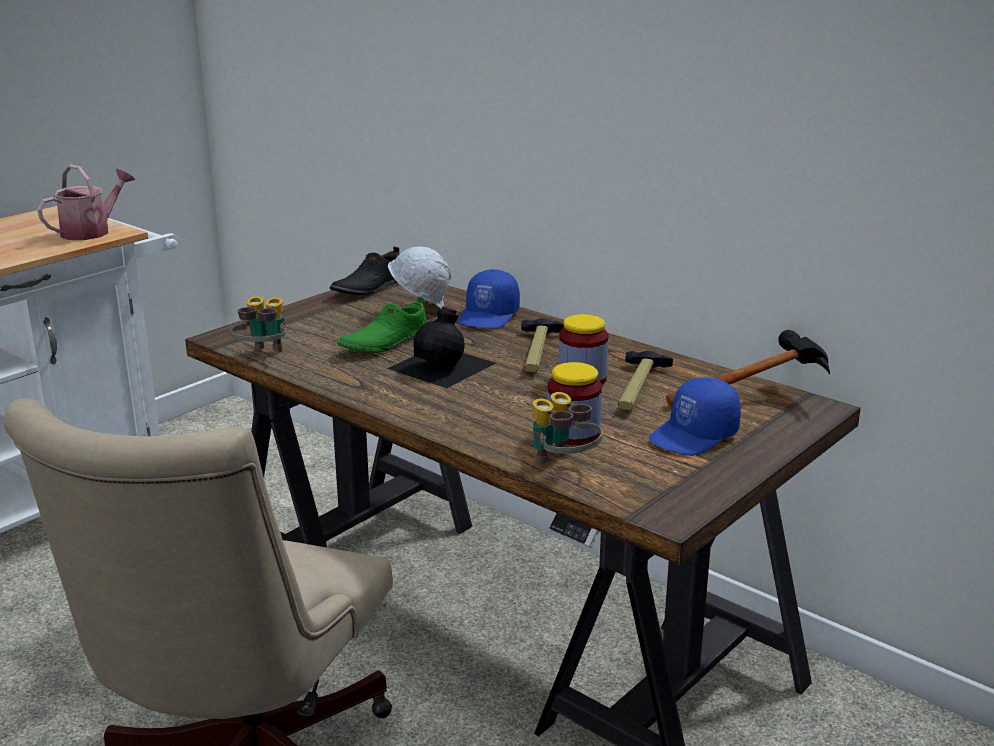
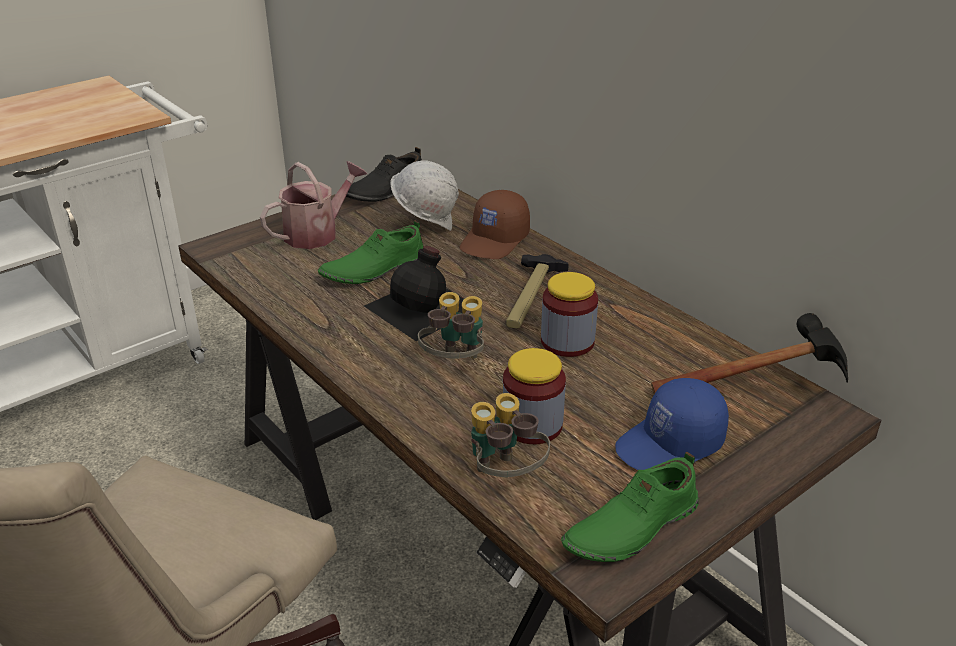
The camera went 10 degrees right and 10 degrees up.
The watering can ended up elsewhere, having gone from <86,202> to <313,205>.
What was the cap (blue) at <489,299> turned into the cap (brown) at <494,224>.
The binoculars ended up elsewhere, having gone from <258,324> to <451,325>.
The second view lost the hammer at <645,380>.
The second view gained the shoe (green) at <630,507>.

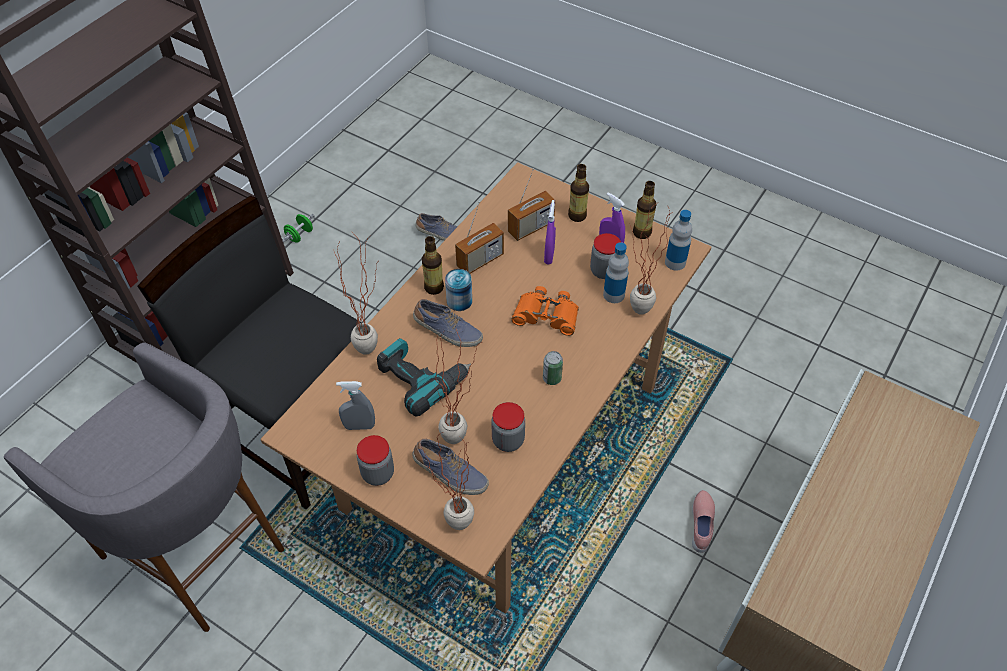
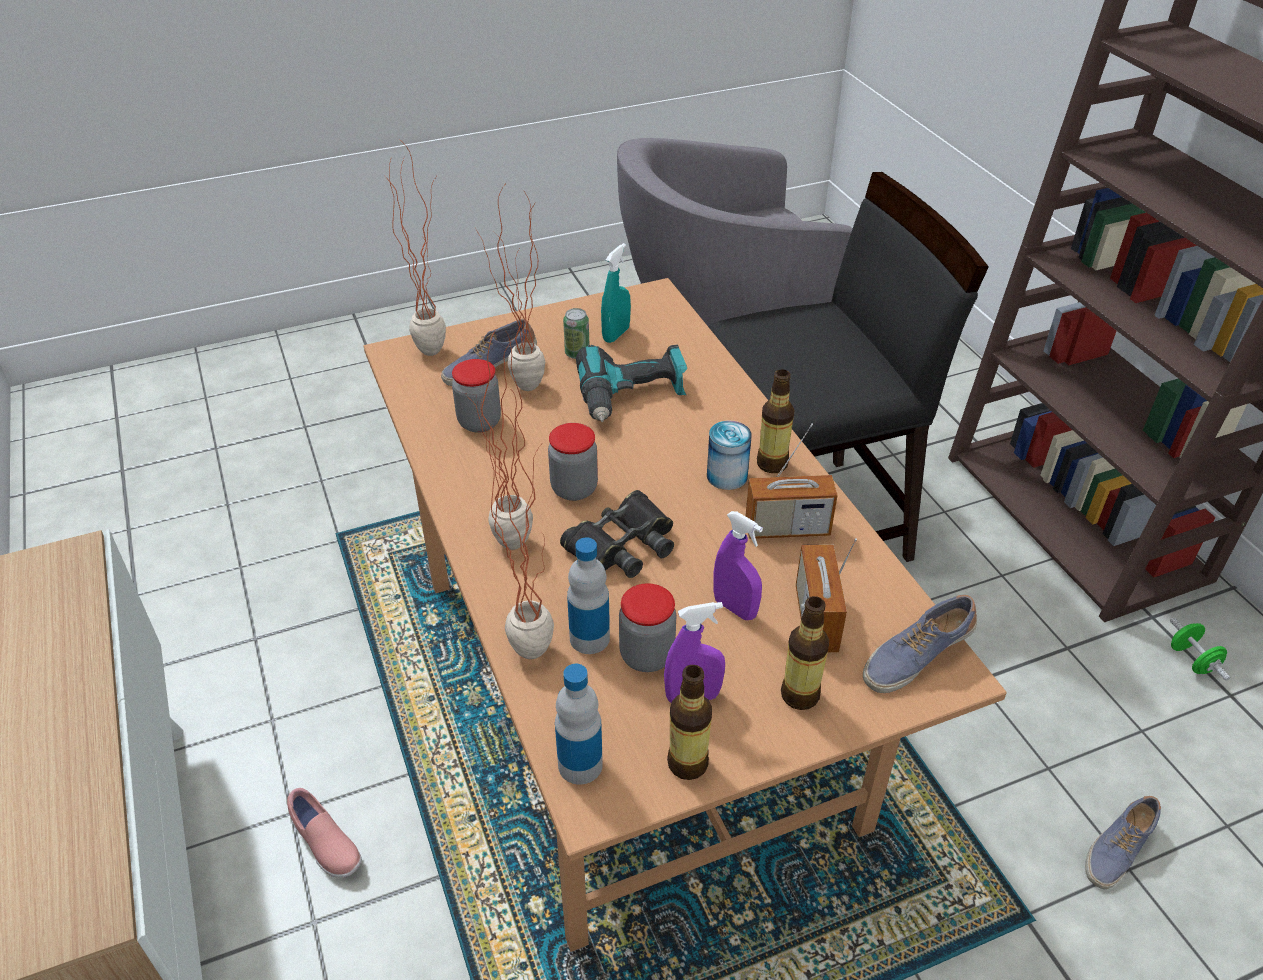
The camera went 125 degrees right and 10 degrees down.
The radio at <479,237> ended up facing another way, 90 degrees counterclockwise from before.
The potted plant ended up elsewhere, having gone from <356,293> to <499,439>.
What was the binoculars (orange) at <545,311> turned into the binoculars (black) at <617,534>.
The shoe ended up elsewhere, having gone from <448,323> to <920,644>.
The can ended up elsewhere, having gone from <553,368> to <576,333>.
What was the spray bottle (grey) at <355,405> turned into the spray bottle (turquoise) at <616,293>.
The jar ended up elsewhere, having gone from <375,460> to <573,462>.

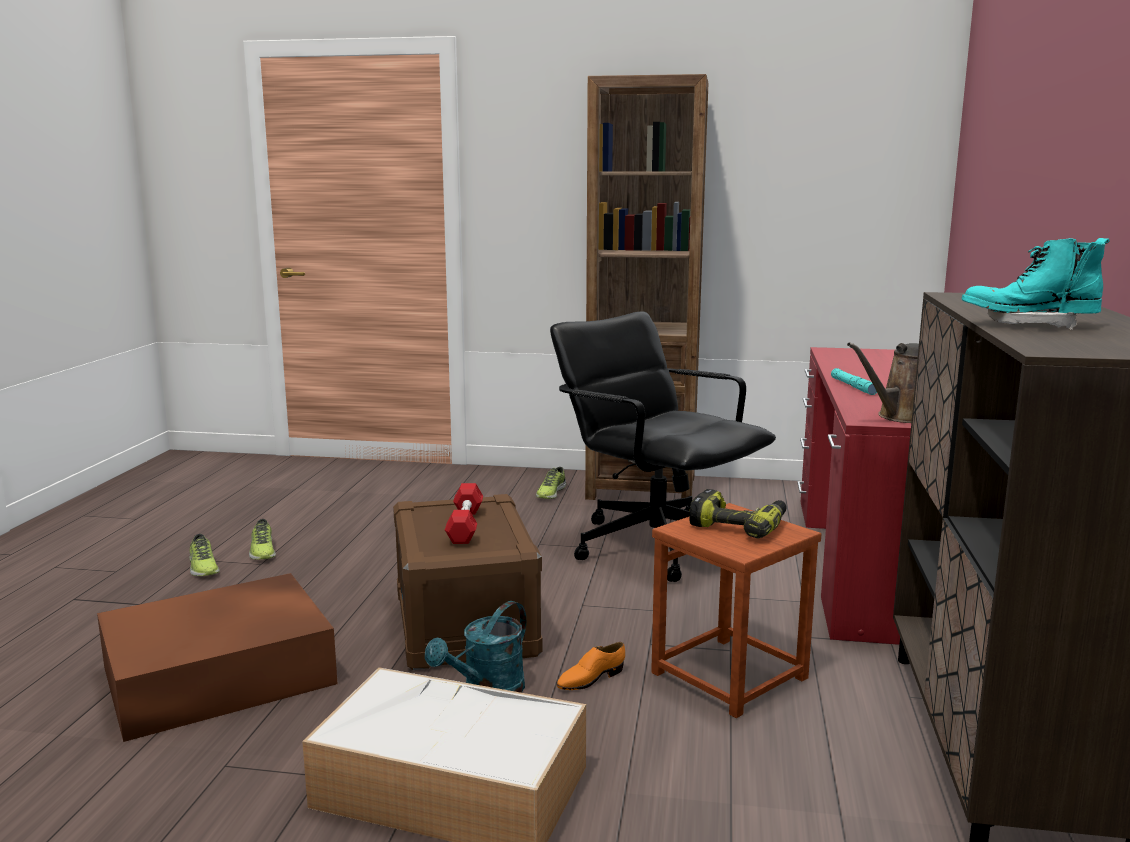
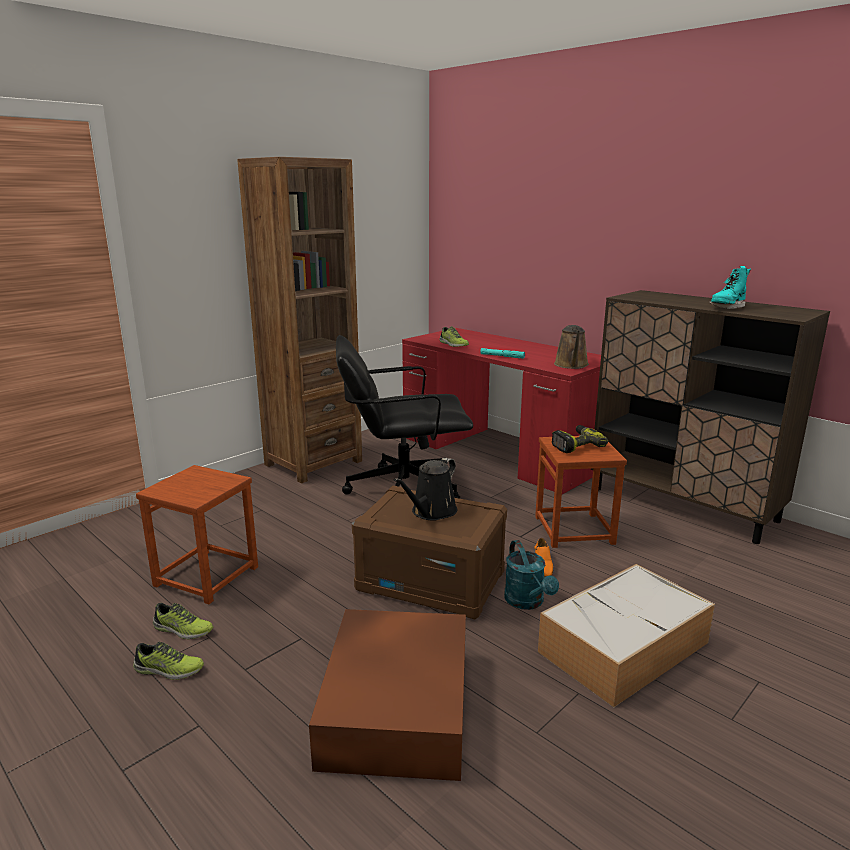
The camera went 55 degrees left and 5 degrees up.
The shoe ended up elsewhere, having gone from <551,483> to <454,336>.
Where the dumbbell (red) stood at <464,513>, the watering can (black) came to stand at <425,489>.
The second view gained the stool (brown) at <197,534>.

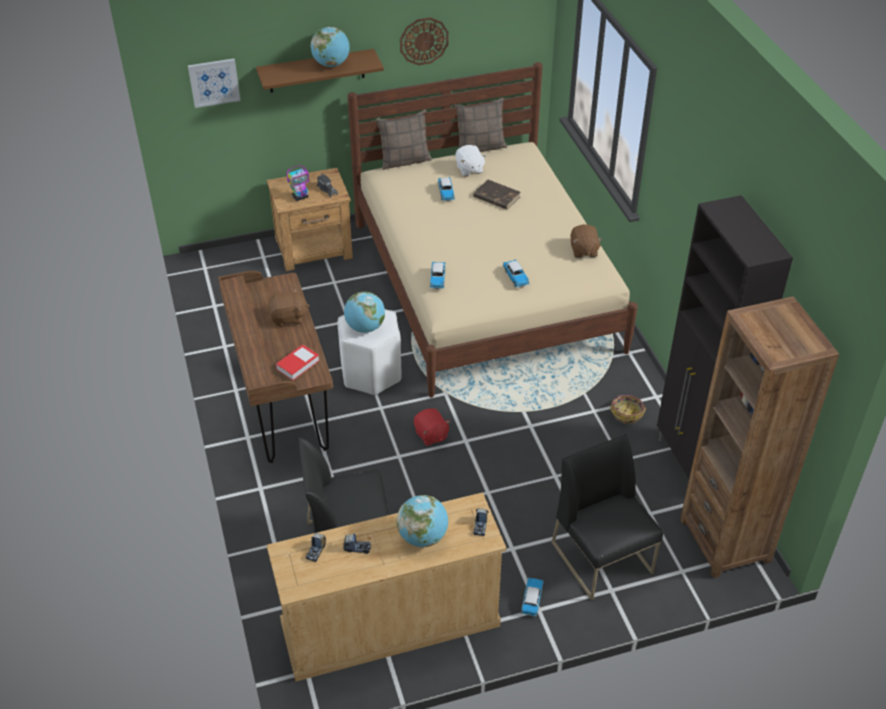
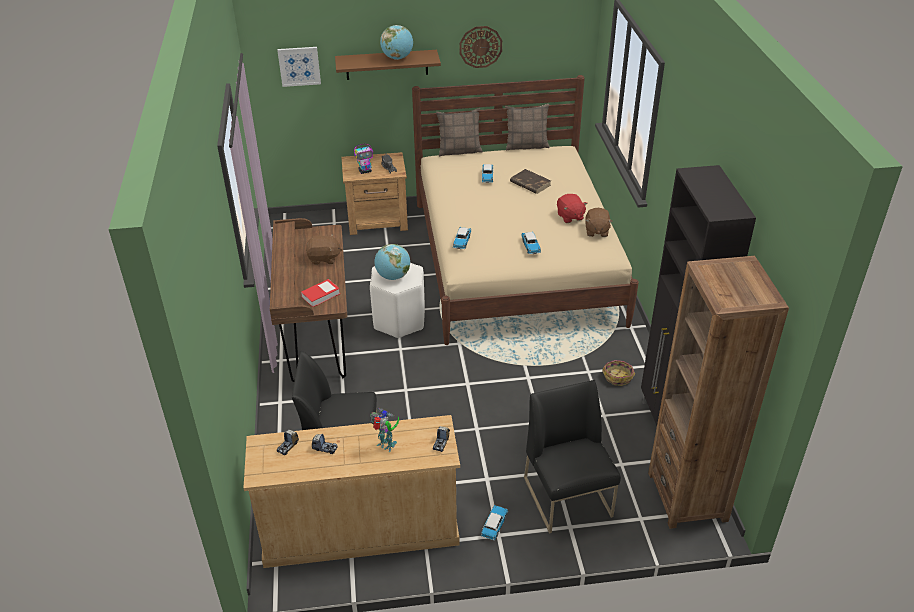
The camera went 10 degrees right and 5 degrees down.
The second view lost the plush toy (white) at <470,161>.
The plush toy (red) ended up elsewhere, having gone from <432,427> to <572,208>.
Where the globe stood at <422,521>, the toy robot came to stand at <384,430>.

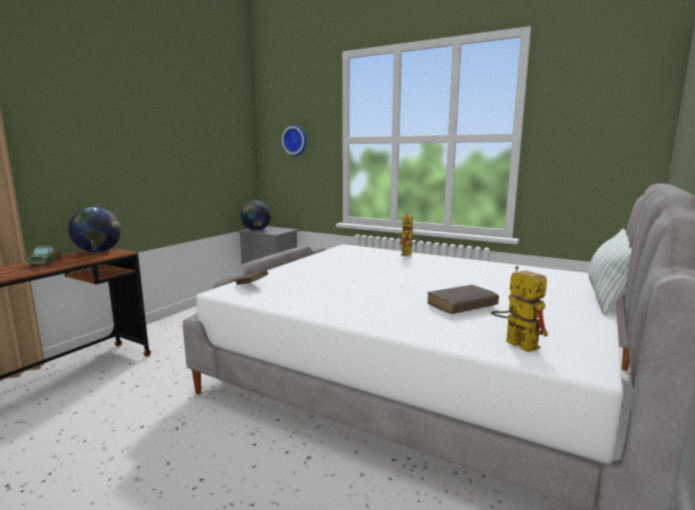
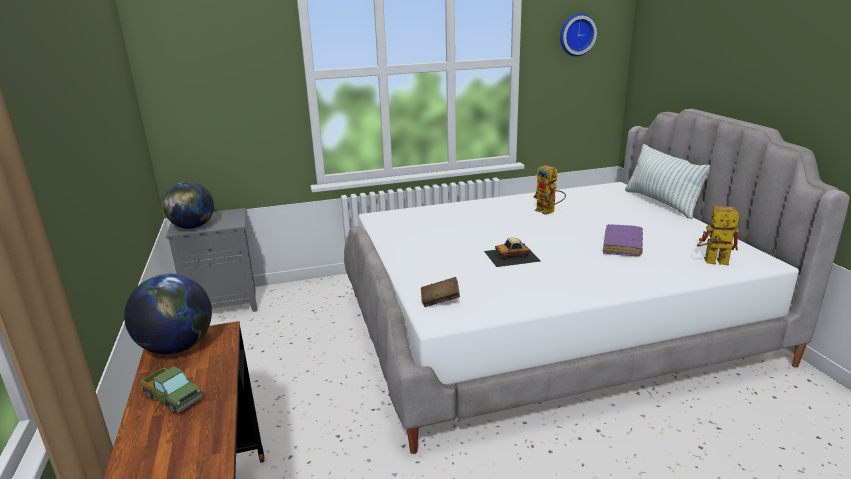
The camera went 45 degrees left and 10 degrees up.
The wall clock ended up elsewhere, having gone from <294,140> to <578,35>.
The toy robot ended up elsewhere, having gone from <408,235> to <549,190>.
What was the book (brown) at <463,299> turned into the book (purple) at <623,240>.
The second view gained the toy car at <512,252>.

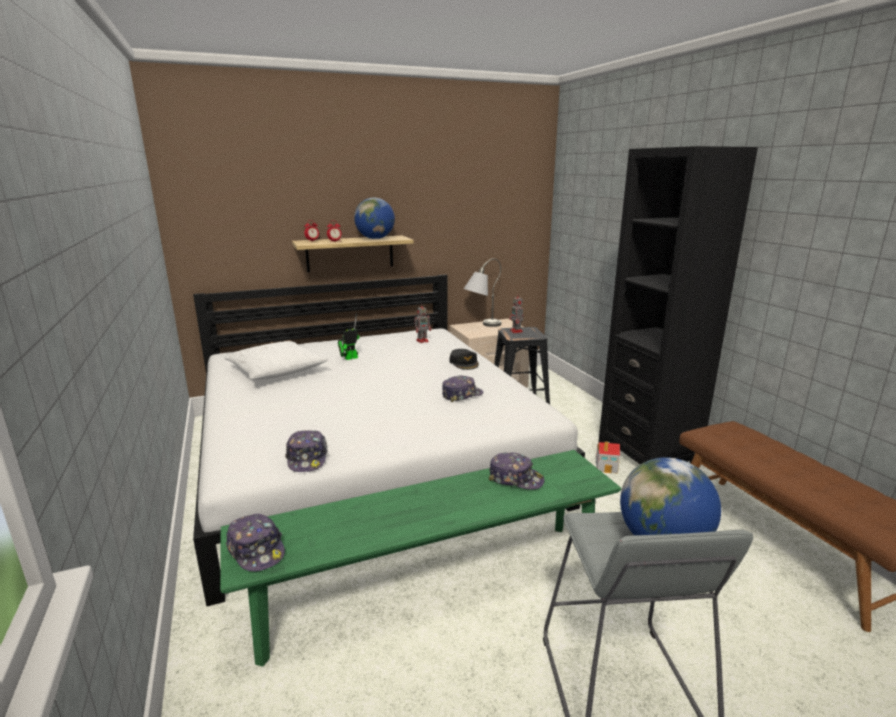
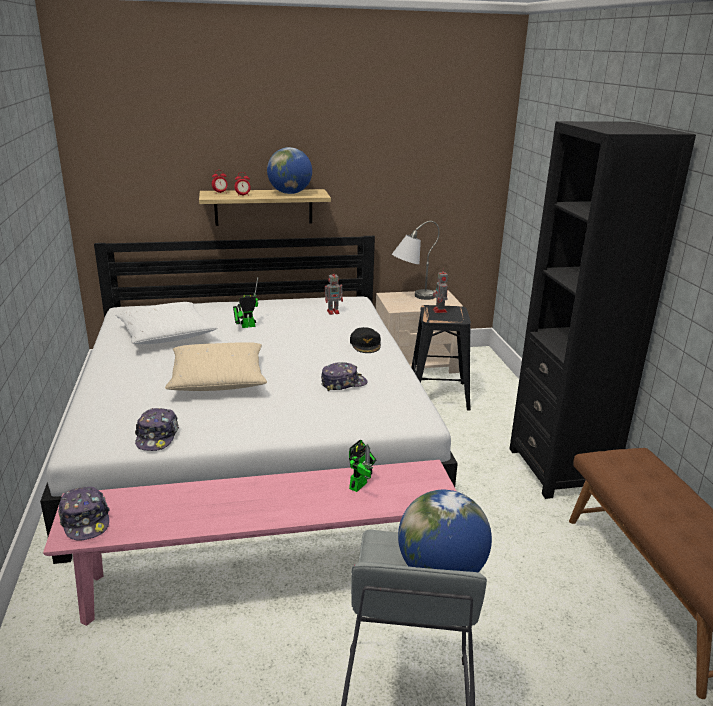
The camera went 10 degrees right and 5 degrees up.
The second view lost the toy house at <608,457>.
What was the bench (green) at <420,558> turned into the bench (pink) at <250,543>.
Where the cap stood at <516,471>, the toy robot came to stand at <363,466>.
The second view gained the pillow (beige) at <216,366>.

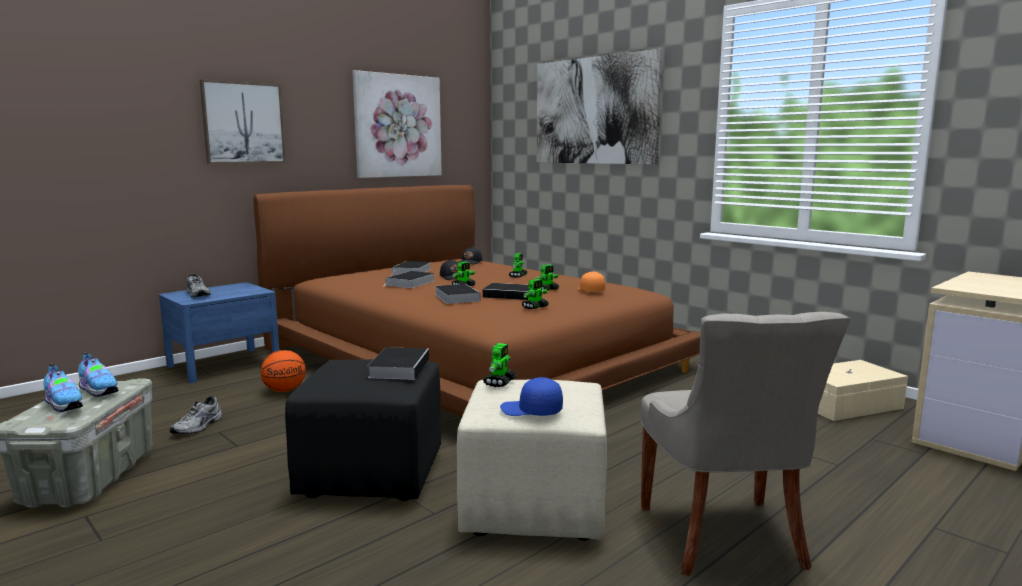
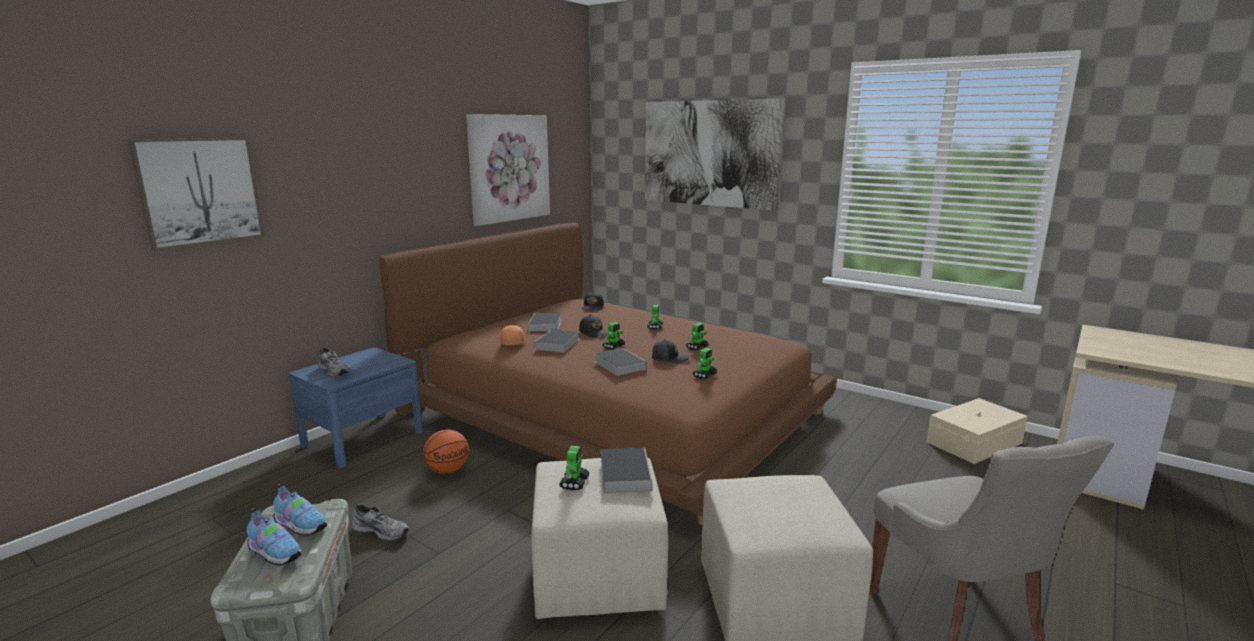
The camera went 10 degrees left and 5 degrees up.
The picture ended up elsewhere, having gone from <243,122> to <196,194>.
The cap (orange) ended up elsewhere, having gone from <592,281> to <512,335>.
Where the book stood at <507,291>, the cap (black) came to stand at <671,351>.
The toy robot ended up elsewhere, having gone from <500,365> to <574,468>.
What was the ottoman (black) at <363,430> turned into the ottoman (beige) at <599,538>.
The second view lost the cap (blue) at <531,396>.
The shoe (grey) at <196,415> ended up facing another way, 75 degrees counterclockwise from before.

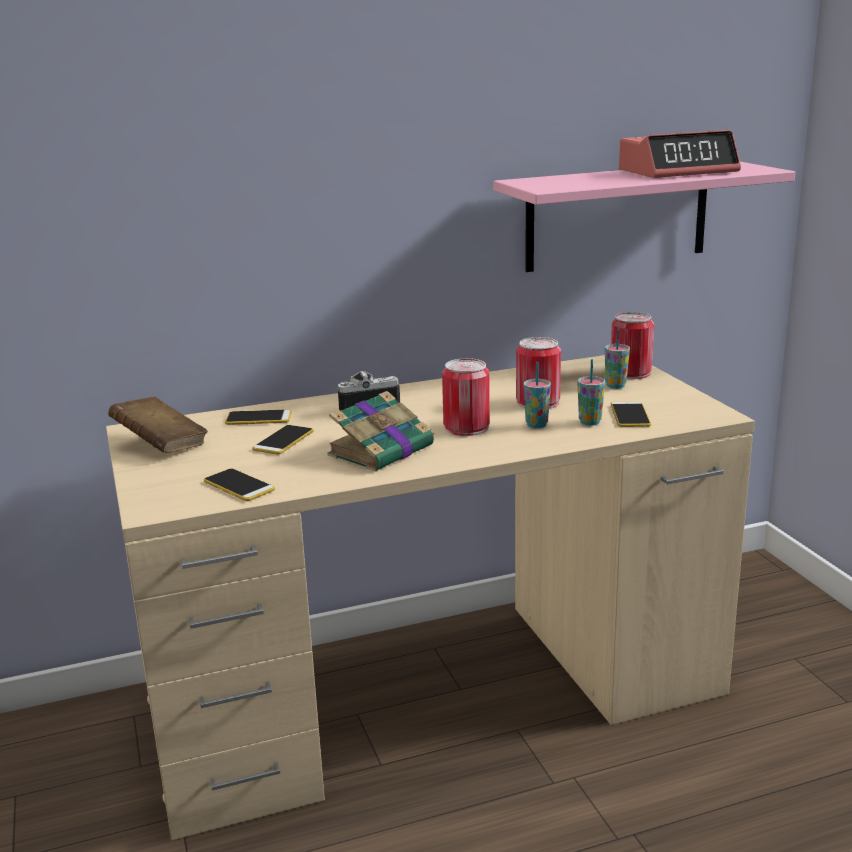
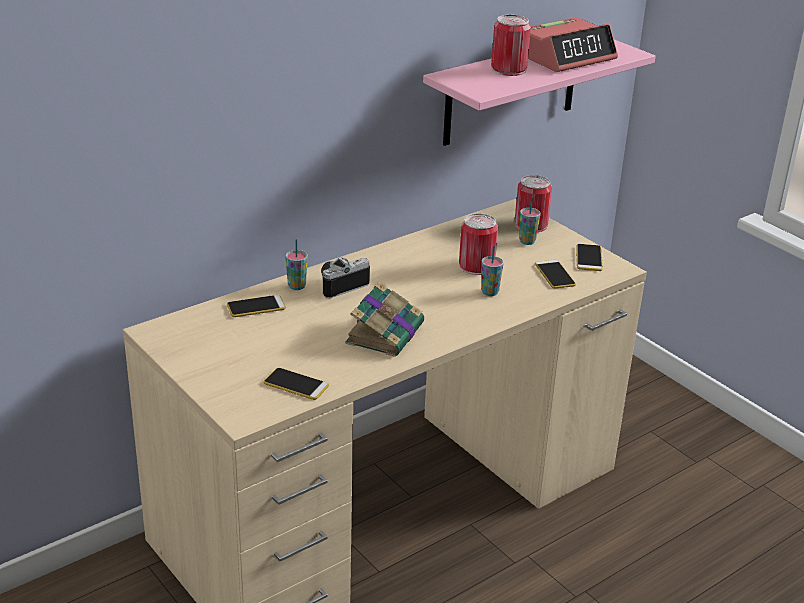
The camera went 20 degrees left and 10 degrees up.
The can ended up elsewhere, having gone from <466,397> to <511,45>.
The cup ended up elsewhere, having gone from <591,392> to <296,264>.
The second view lost the book (brown) at <158,424>.
The phone ended up elsewhere, having gone from <283,439> to <589,257>.

